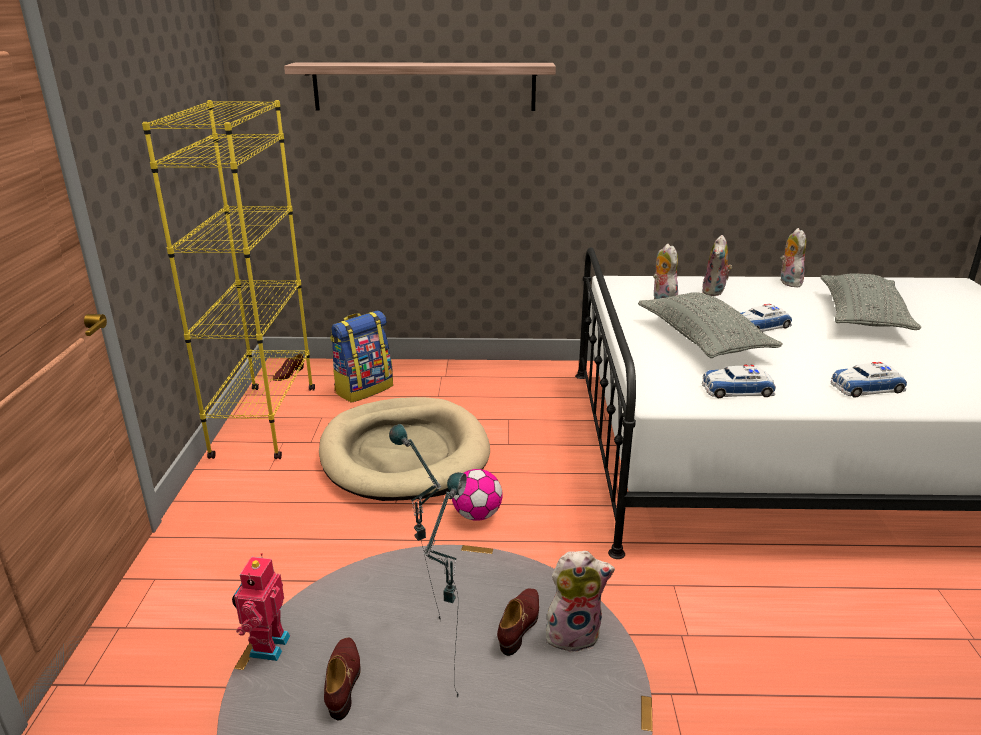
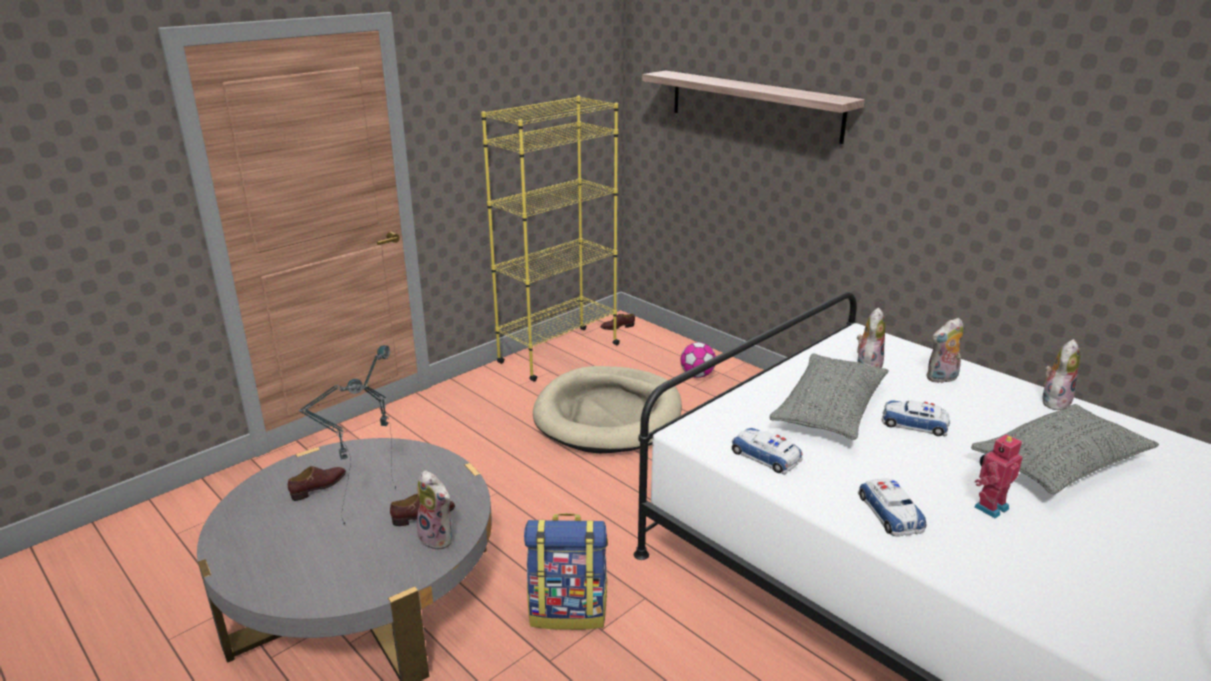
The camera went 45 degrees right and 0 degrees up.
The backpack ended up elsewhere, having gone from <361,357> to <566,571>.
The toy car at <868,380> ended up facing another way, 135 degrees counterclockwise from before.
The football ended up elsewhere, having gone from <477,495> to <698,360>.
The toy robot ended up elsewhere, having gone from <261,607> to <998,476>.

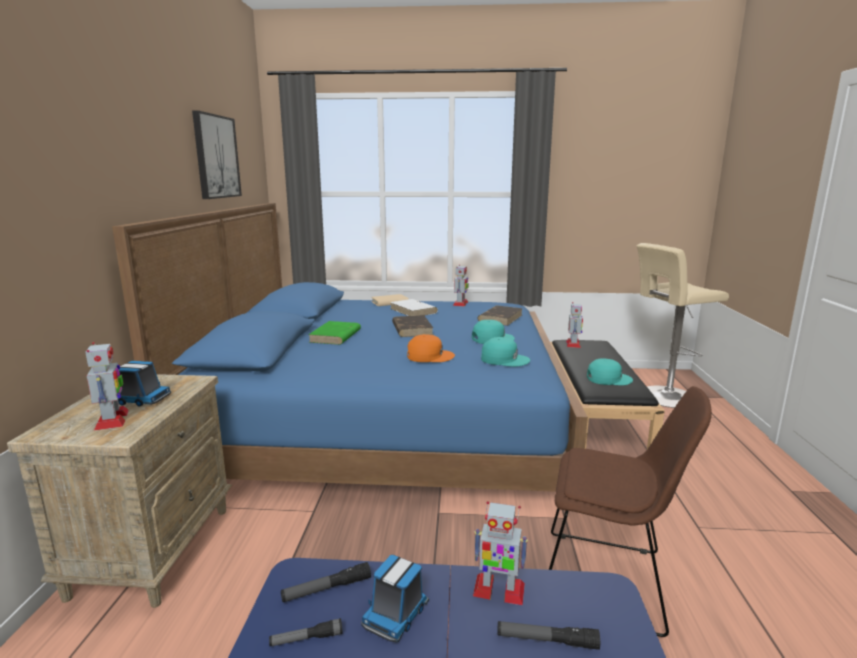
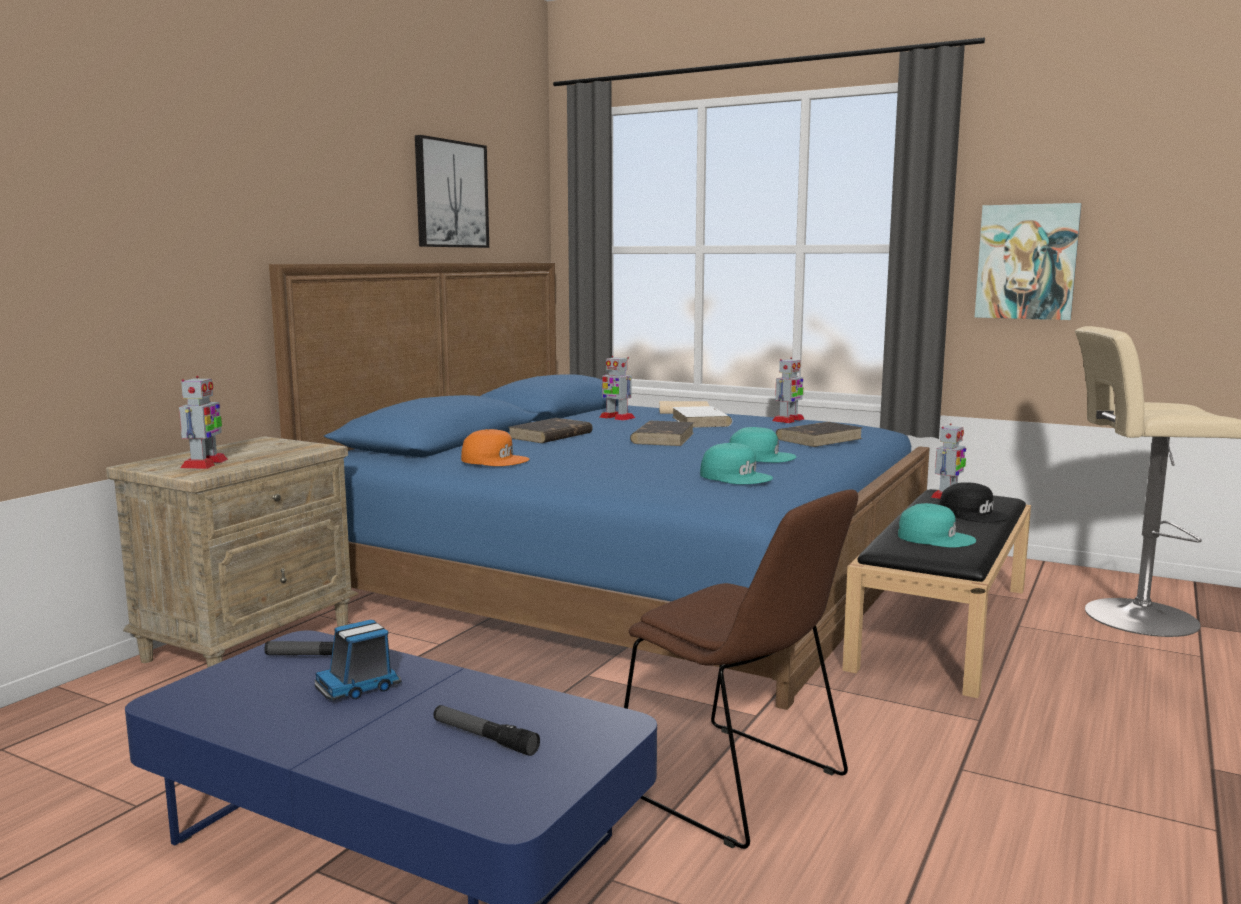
The camera went 25 degrees right and 5 degrees down.
What was the book (green) at <334,333> turned into the book (brown) at <551,430>.
The cap (orange) ended up elsewhere, having gone from <431,348> to <495,447>.
The second view lost the toy truck at <144,384>.
The toy robot ended up elsewhere, having gone from <500,553> to <617,388>.
The second view lost the flashlight at <305,632>.
The second view gained the picture at <1028,261>.
The second view gained the cap (black) at <974,502>.

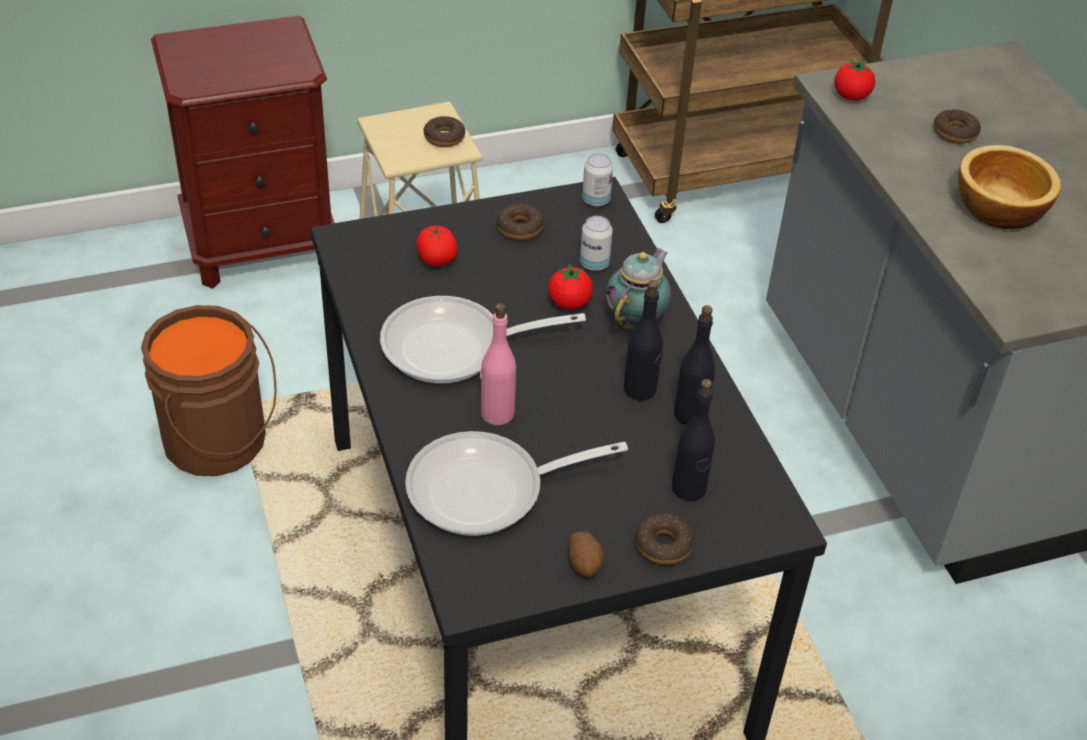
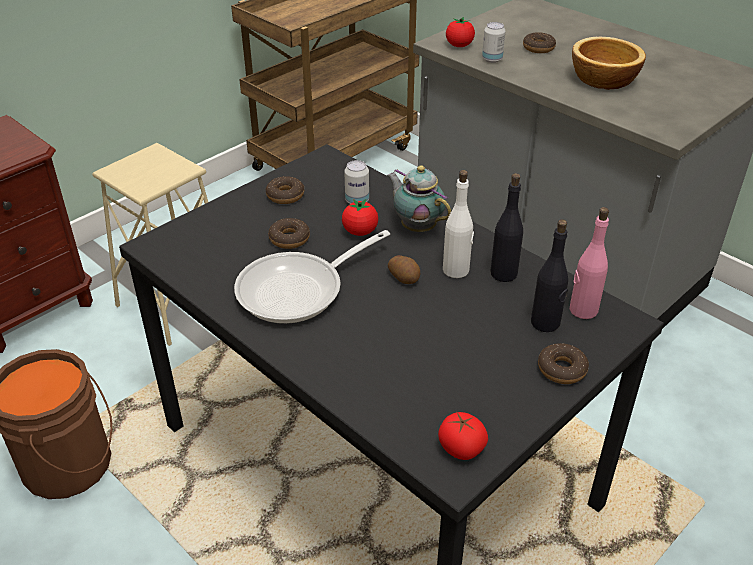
The camera went 25 degrees left and 5 degrees down.
The donut ended up elsewhere, having gone from <444,131> to <289,233>.
The can ended up elsewhere, having gone from <597,180> to <494,42>.
The tomato ended up elsewhere, having gone from <436,245> to <463,436>.
The teapot at <638,288> ended up facing another way, 45 degrees counterclockwise from before.
What was the bottle (black) at <643,340> turned into the bottle (white) at <458,224>.
The bottle (pink) ended up elsewhere, having gone from <498,364> to <589,263>.
The second view lost the frying pan at <516,483>.
The potato ended up elsewhere, having gone from <586,554> to <404,269>.

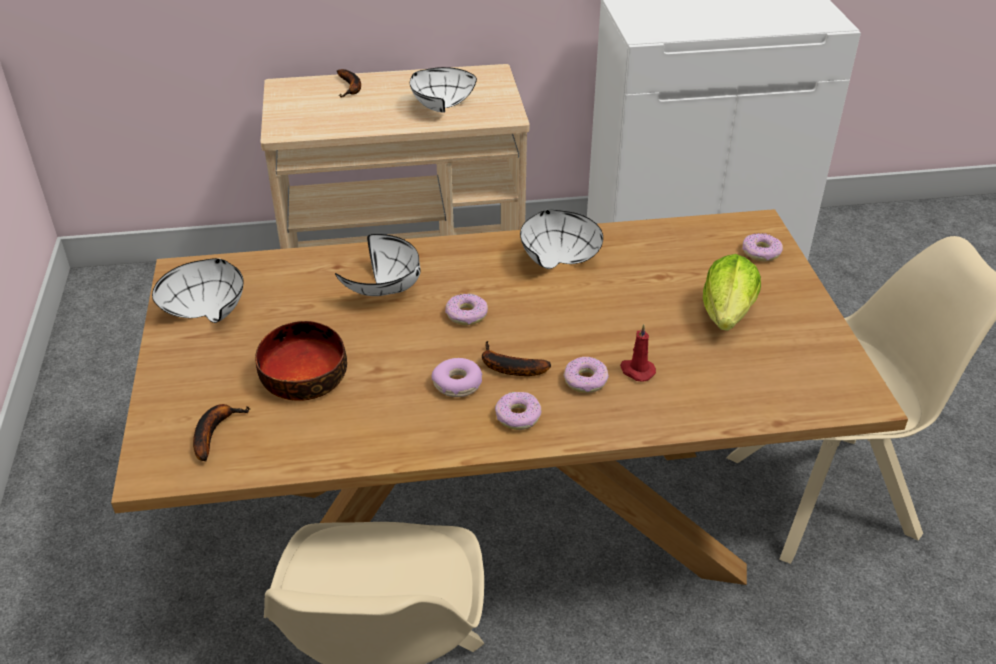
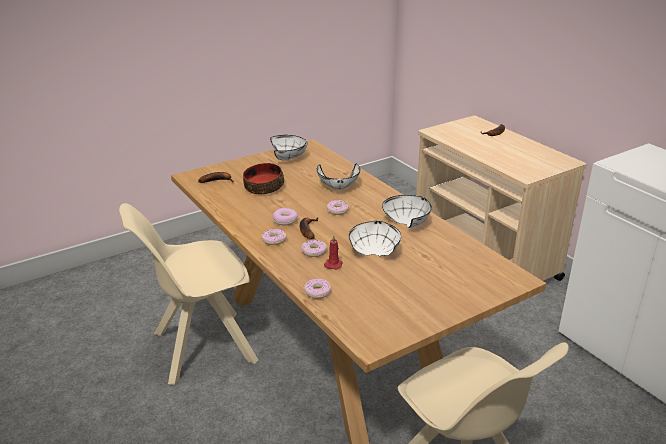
The camera went 65 degrees right and 10 degrees down.
The bowl (white) ended up elsewhere, having gone from <443,90> to <375,239>.
The donut ended up elsewhere, having gone from <762,247> to <317,289>.
The second view lost the lettuce at <732,292>.

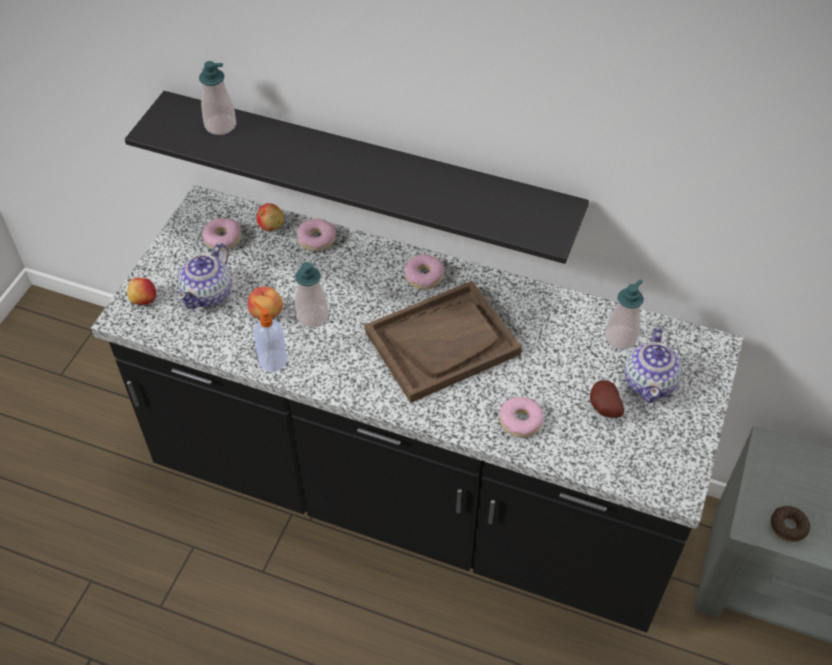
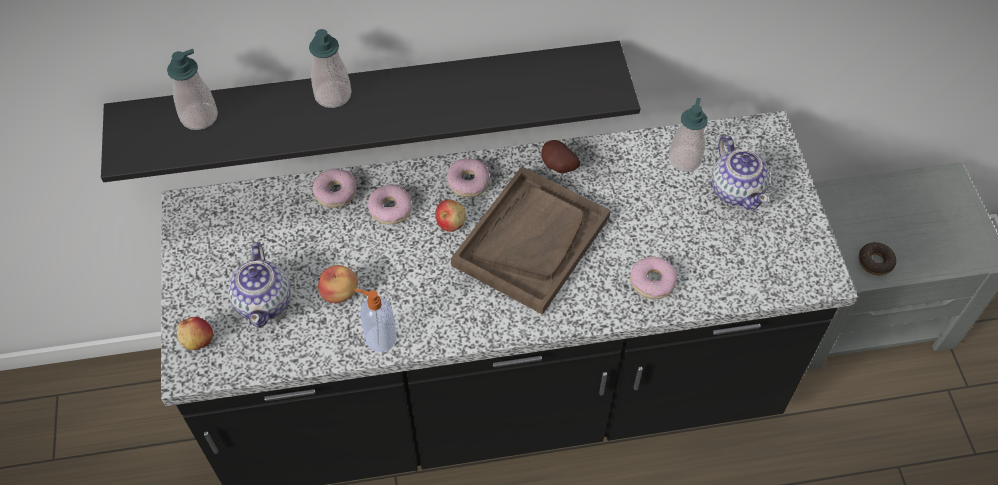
The camera went 30 degrees left and 5 degrees up.
The apple ended up elsewhere, having gone from <270,217> to <450,215>.
The donut ended up elsewhere, having gone from <222,234> to <390,204>.
The soap dispenser ended up elsewhere, having gone from <312,294> to <330,68>.
The potato ended up elsewhere, having gone from <607,399> to <560,156>.

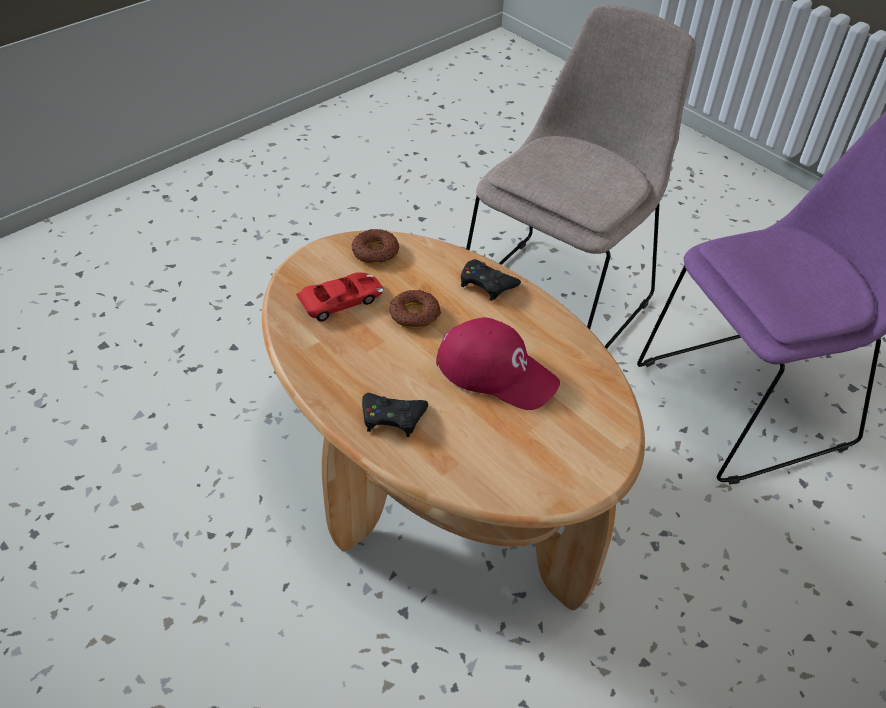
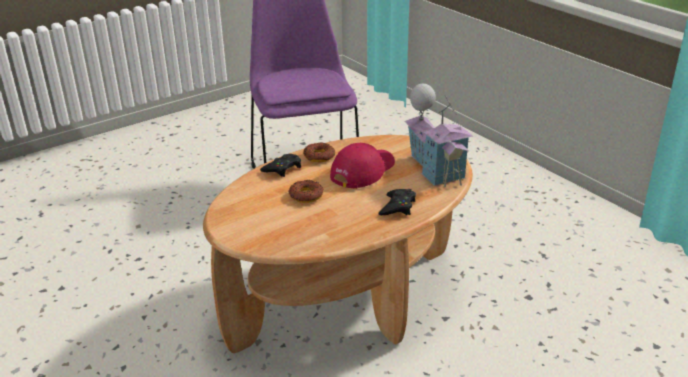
The camera went 80 degrees left and 15 degrees down.
The second view lost the chair (beige) at <581,177>.
The donut ended up elsewhere, having gone from <375,246> to <319,152>.
The second view lost the toy car (red) at <340,297>.
The second view gained the toy house at <439,135>.

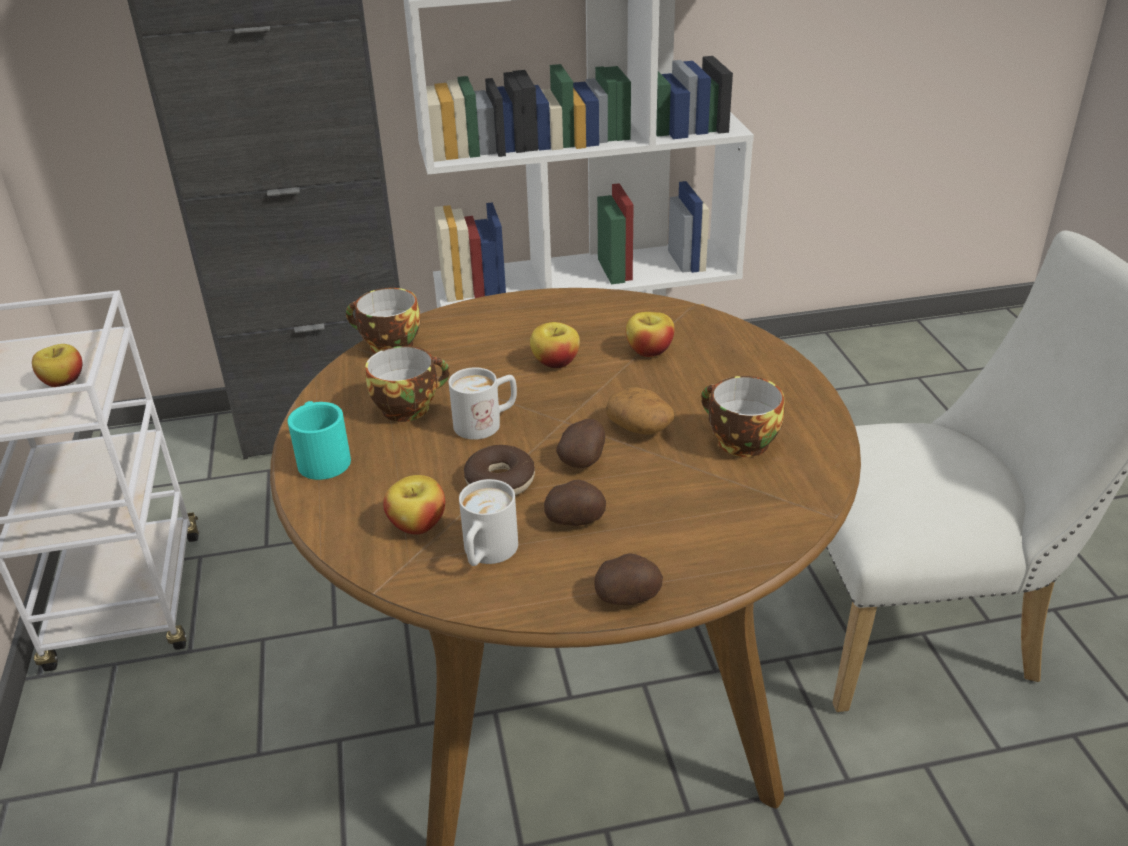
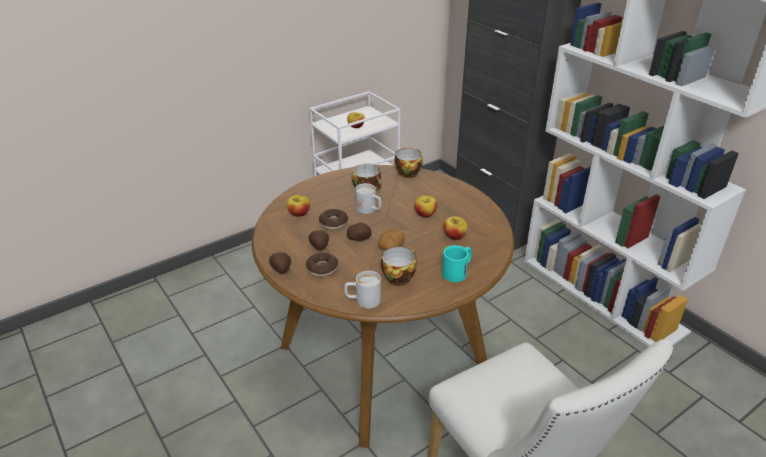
The camera went 65 degrees right and 0 degrees up.
The mug (turquoise) ended up elsewhere, having gone from <319,440> to <457,263>.
The mug (white) ended up elsewhere, having gone from <488,522> to <362,290>.
The second view gained the donut at <322,265>.

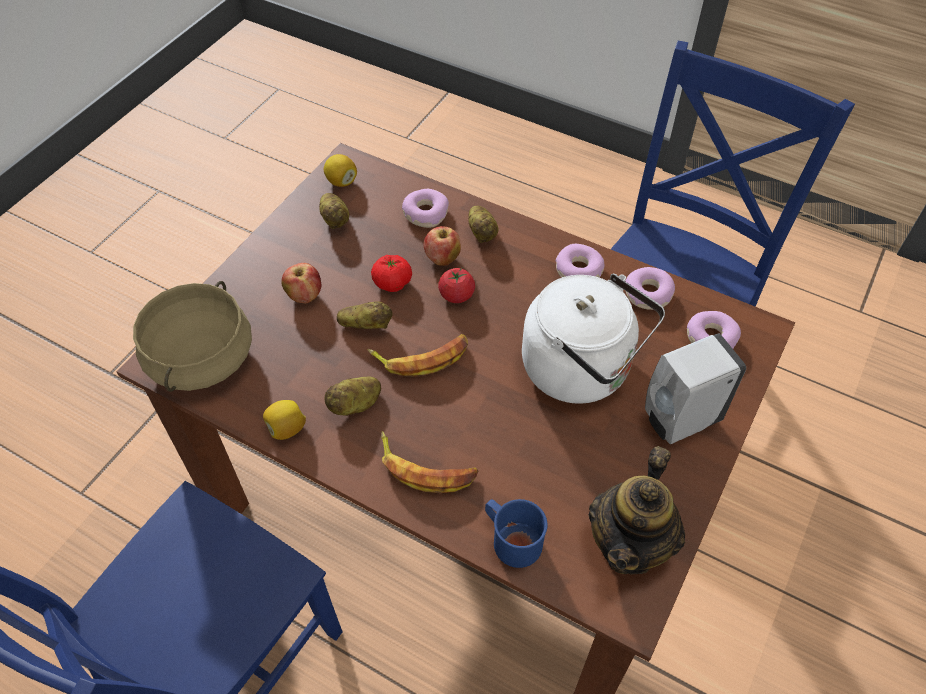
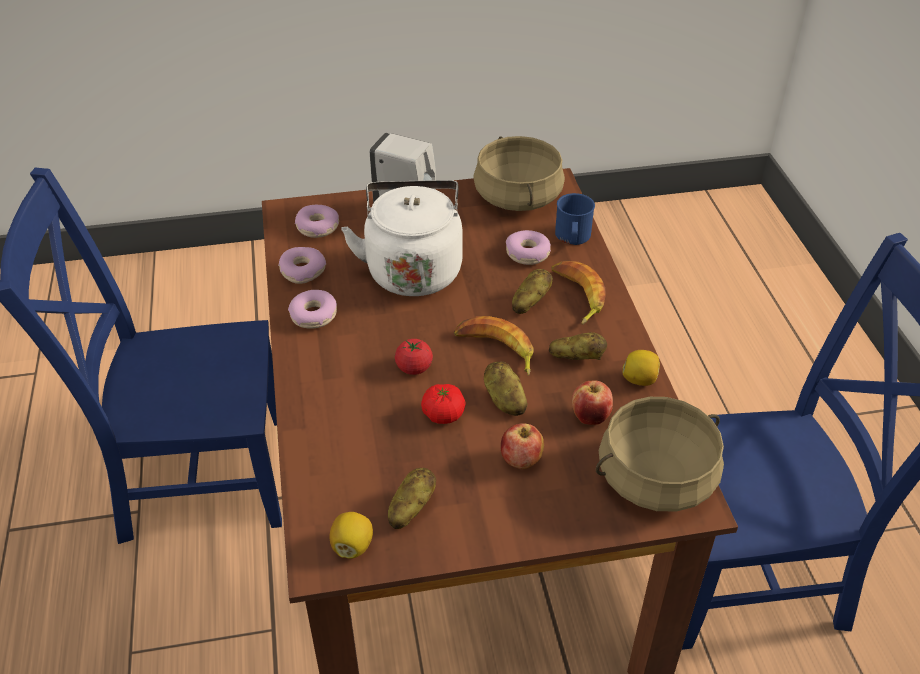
The camera went 130 degrees left and 10 degrees down.
The donut ended up elsewhere, having gone from <425,208> to <528,247>.
The potato ended up elsewhere, having gone from <483,224> to <532,291>.
The apple ended up elsewhere, having gone from <442,246> to <592,403>.
Where the teapot stood at <636,510>, the cooking pot (beige) came to stand at <519,173>.

